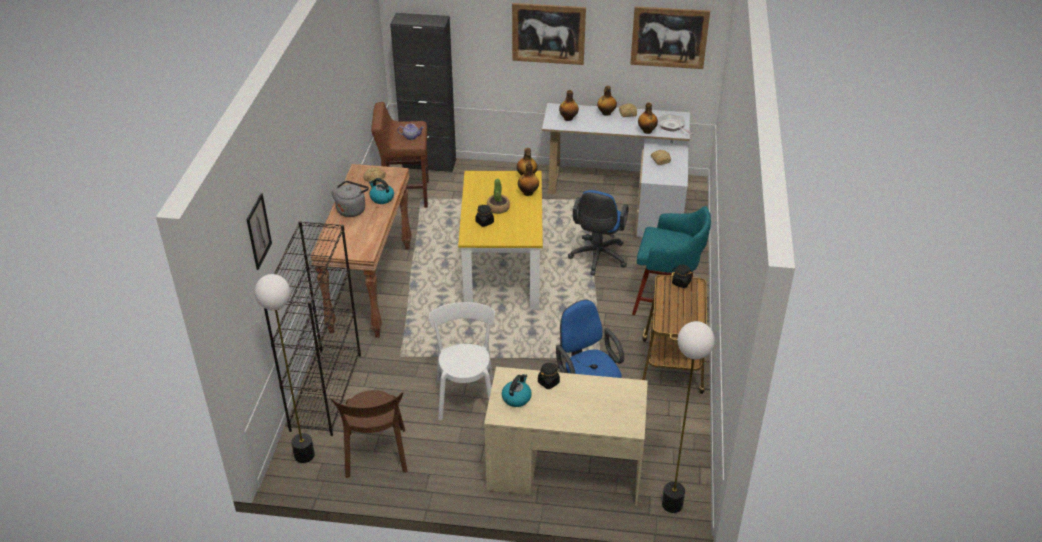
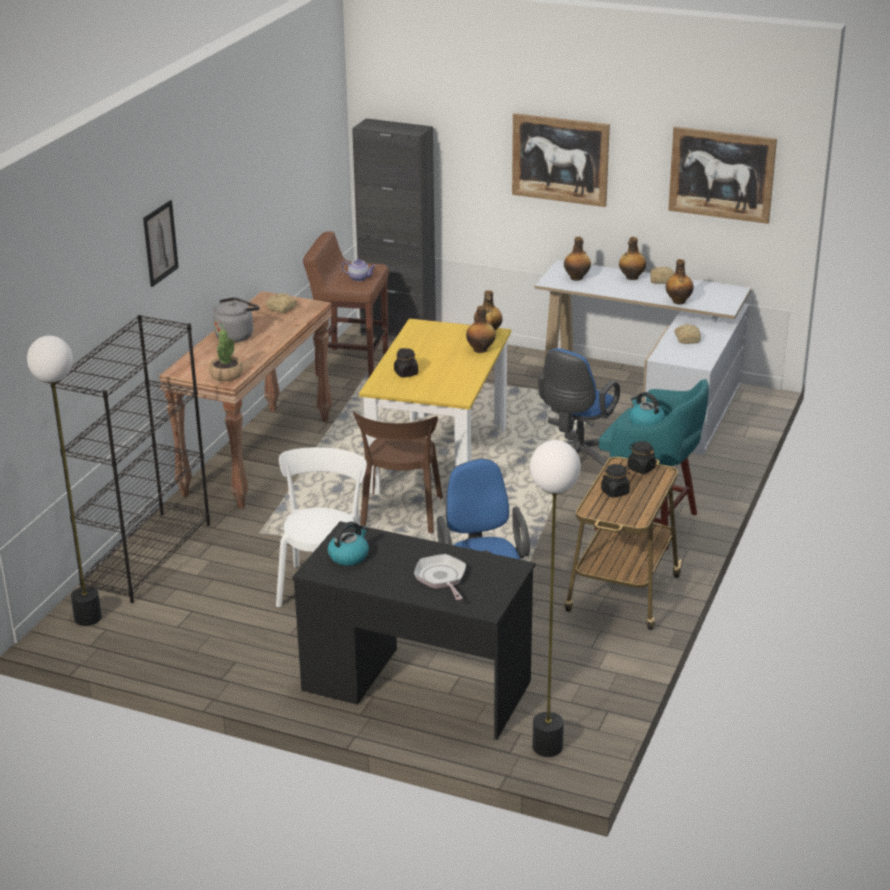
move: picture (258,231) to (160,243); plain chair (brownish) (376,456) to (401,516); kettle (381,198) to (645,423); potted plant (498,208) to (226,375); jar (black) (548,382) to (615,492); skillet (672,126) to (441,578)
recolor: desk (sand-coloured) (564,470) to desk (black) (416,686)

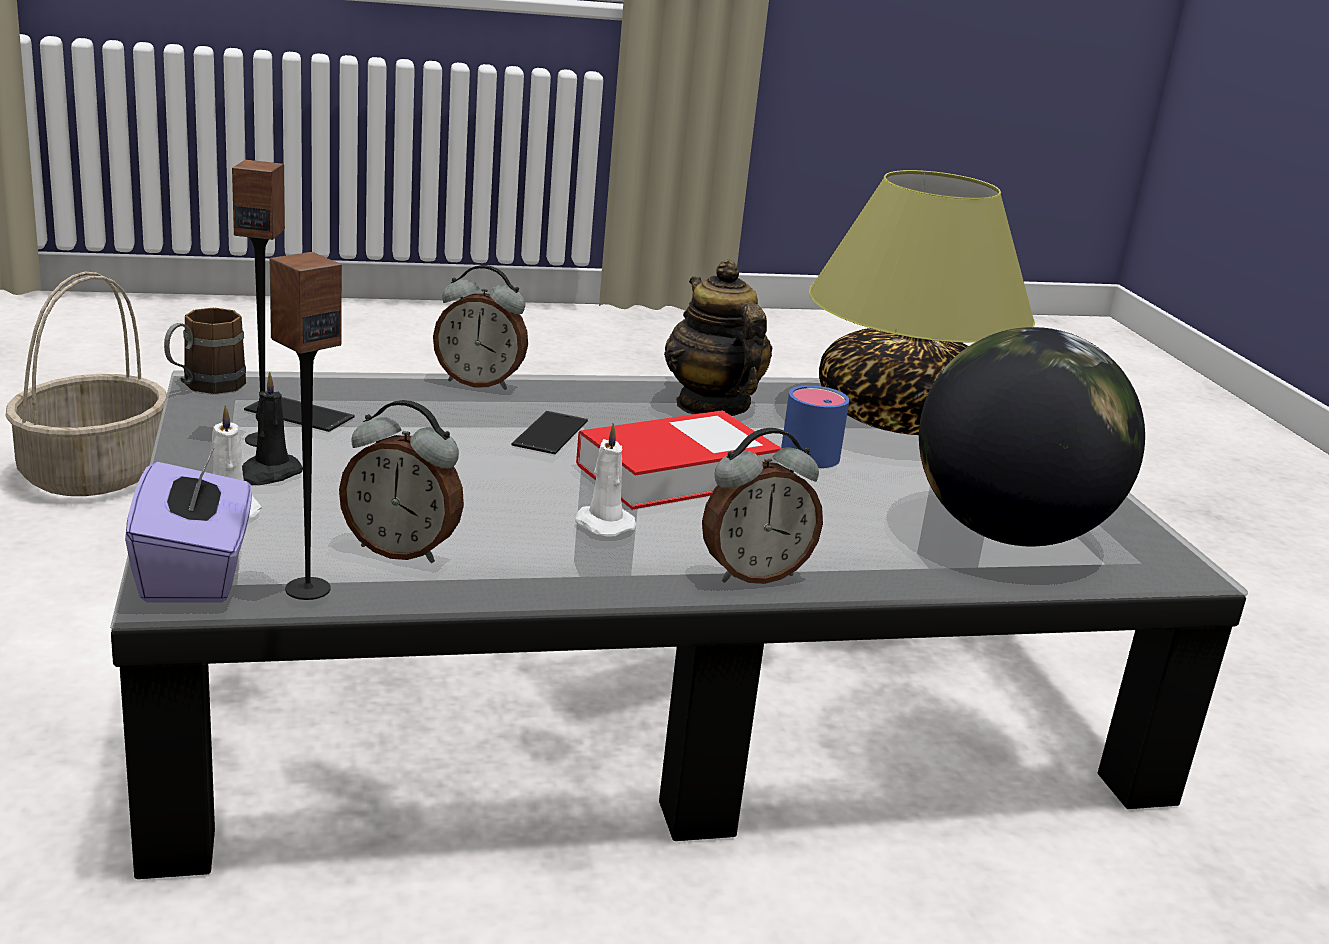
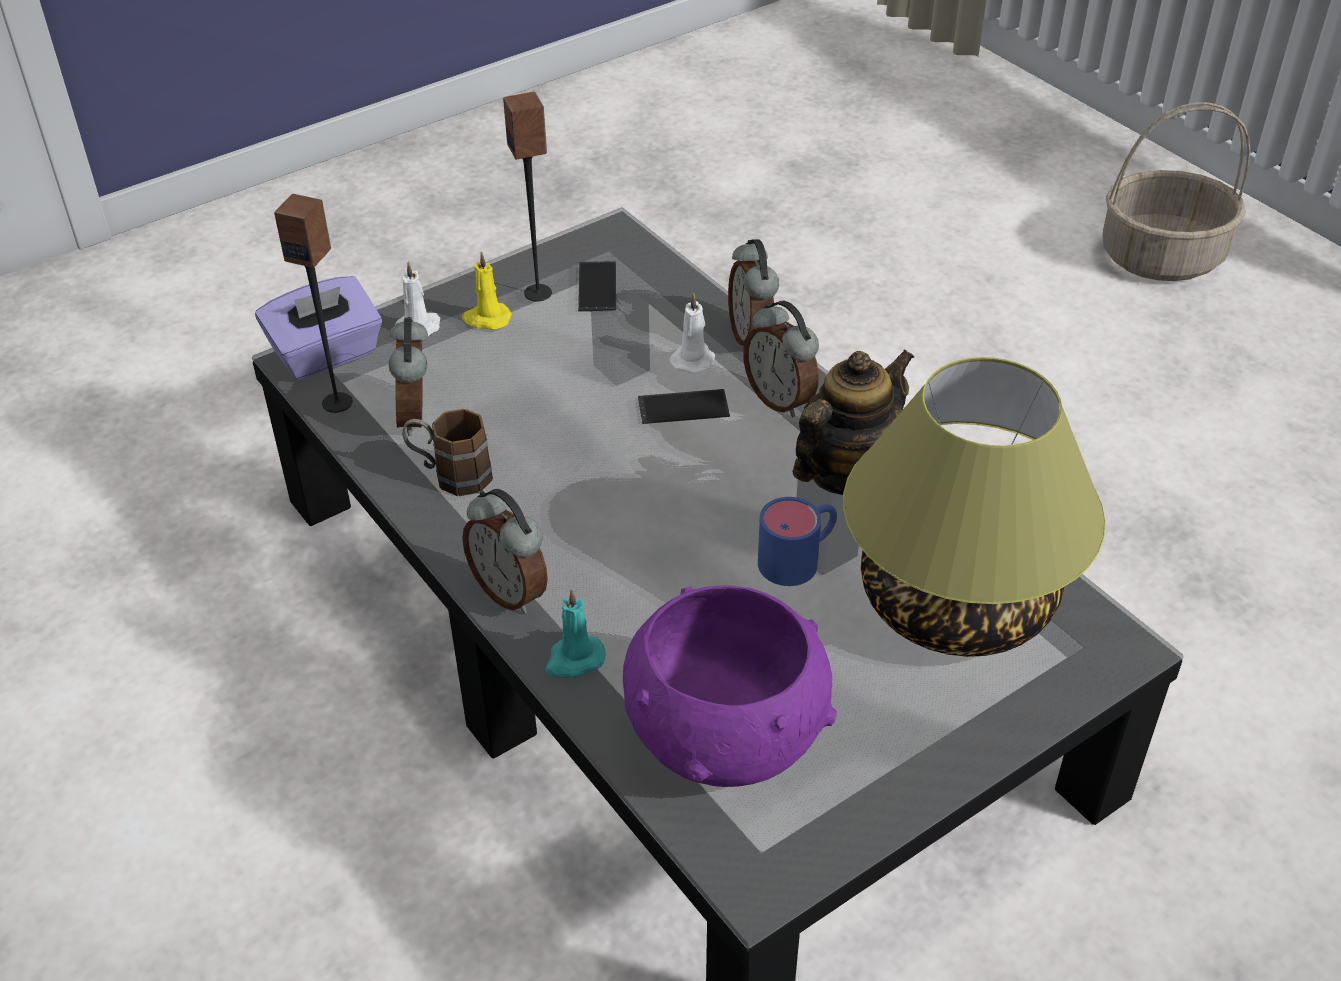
delete: volume (676,474)
insert: wax candle (blue-green) (574,660); bedside clock (781,399)
move: storage basket (93,473) to (1162,257); coffee mug (brownish) (204,387) to (450,475); wax candle (whitish) (602,524) to (694,359)
replace: desk globe (1008,534) to serving bowl (purple-coloured) (725,735)
recolor: wax candle (black) (269,474) to wax candle (yellow-coloured) (486,319)

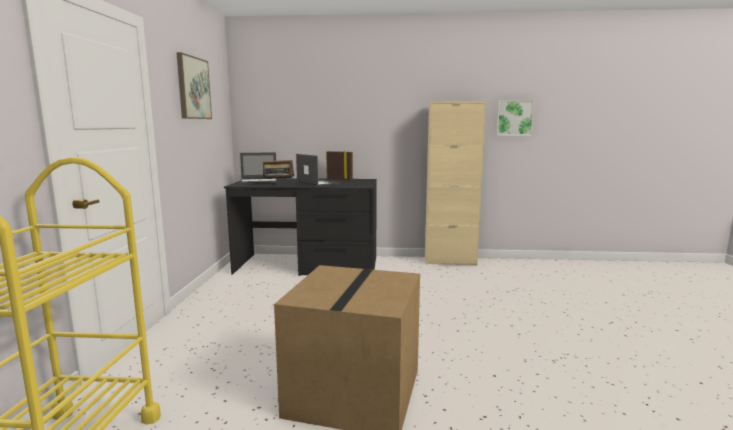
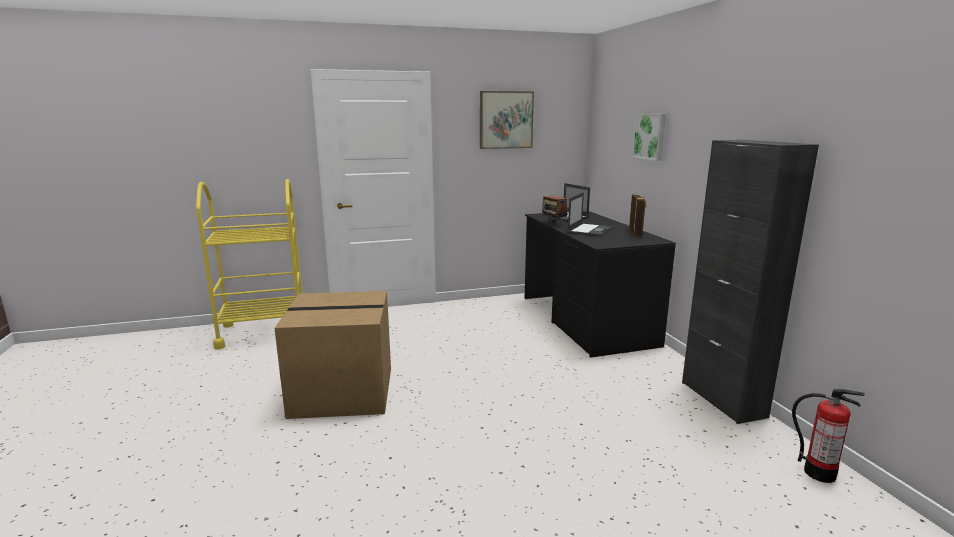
insert: fire extinguisher (819,473)
move: picture (514,118) to (650,136)
recolor: cupboard (sand-coloured) (450,261) to cupboard (black) (722,399)

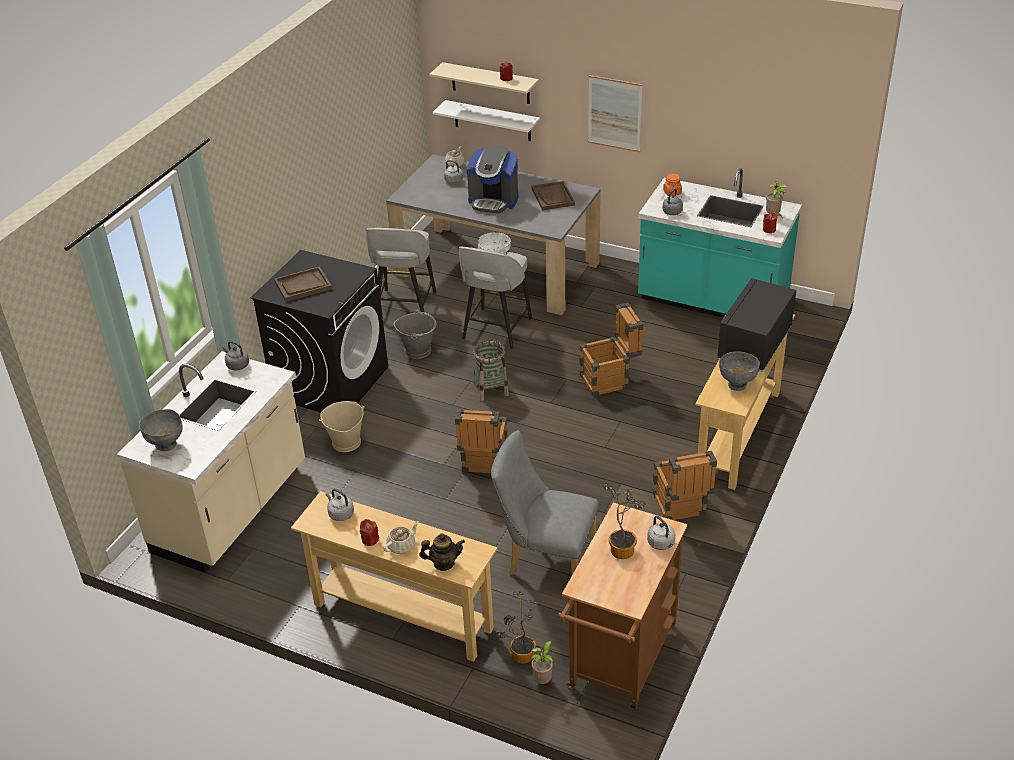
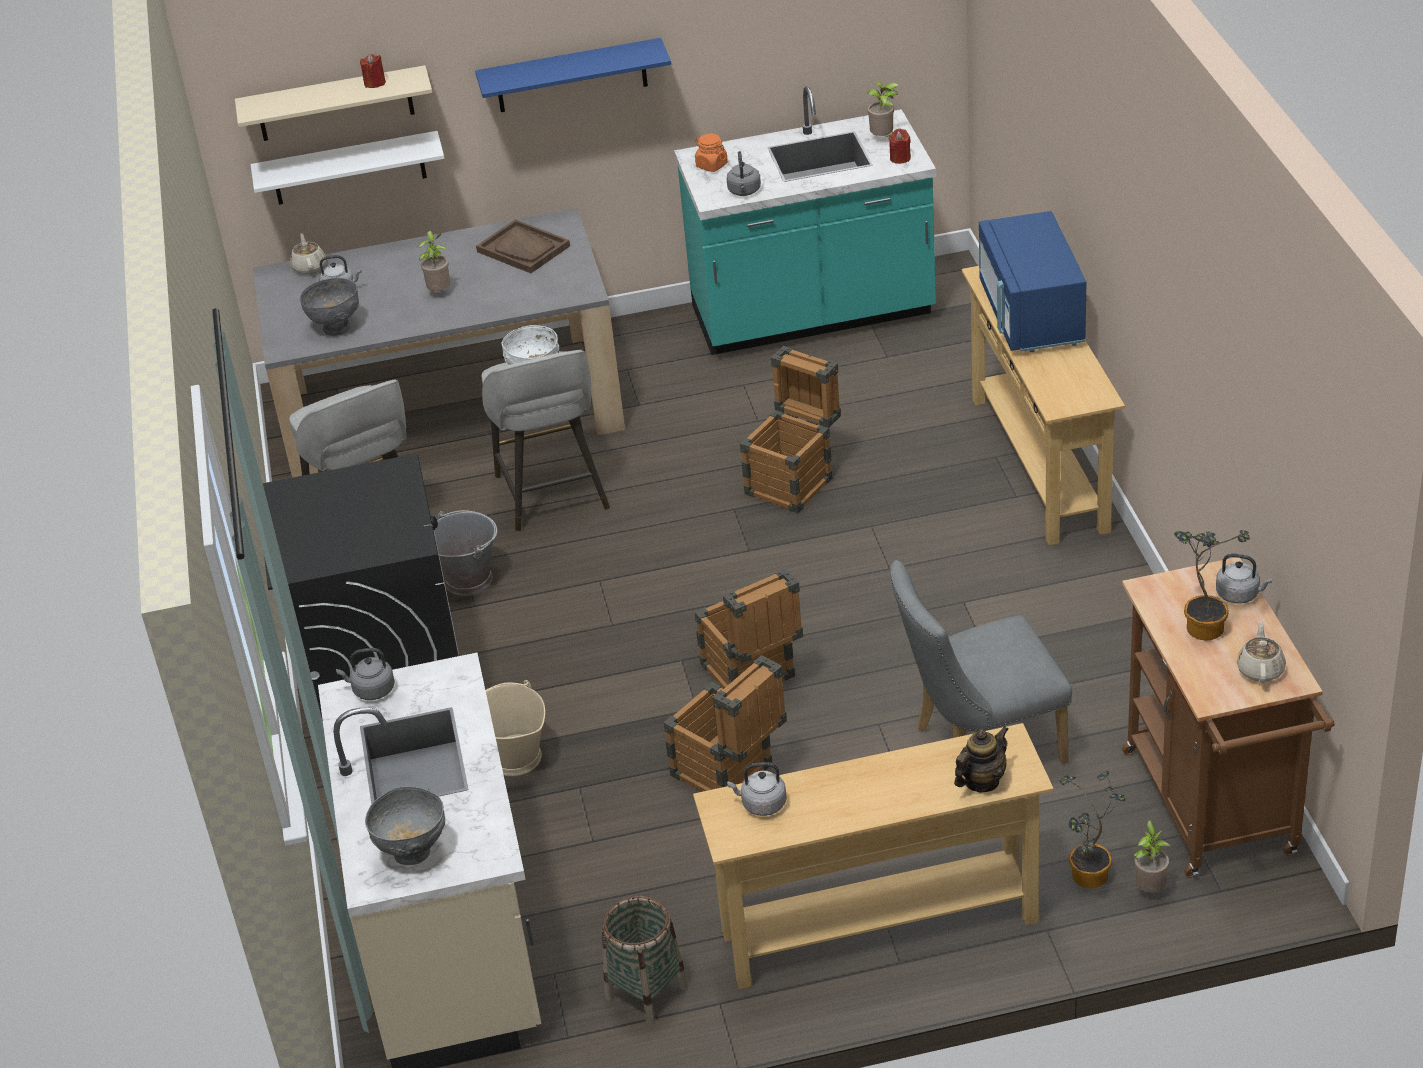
delete: serving tray (brownish) (303,286); wax candle (reddish) (370,540)
move: teapot (sand-coloured) (402,546) to (1260,669); storage basket (491,389) to (647,992); crate (681,509) to (730,775); serving bowl (greyish) (737,384) to (336,327)
replace: coffee maker (493,201) to potted plant (440,292); picture (614,113) to bracket shelf (blue) (571,76)
recolor: microwave (black) (754,345) to microwave (blue) (1031,316)

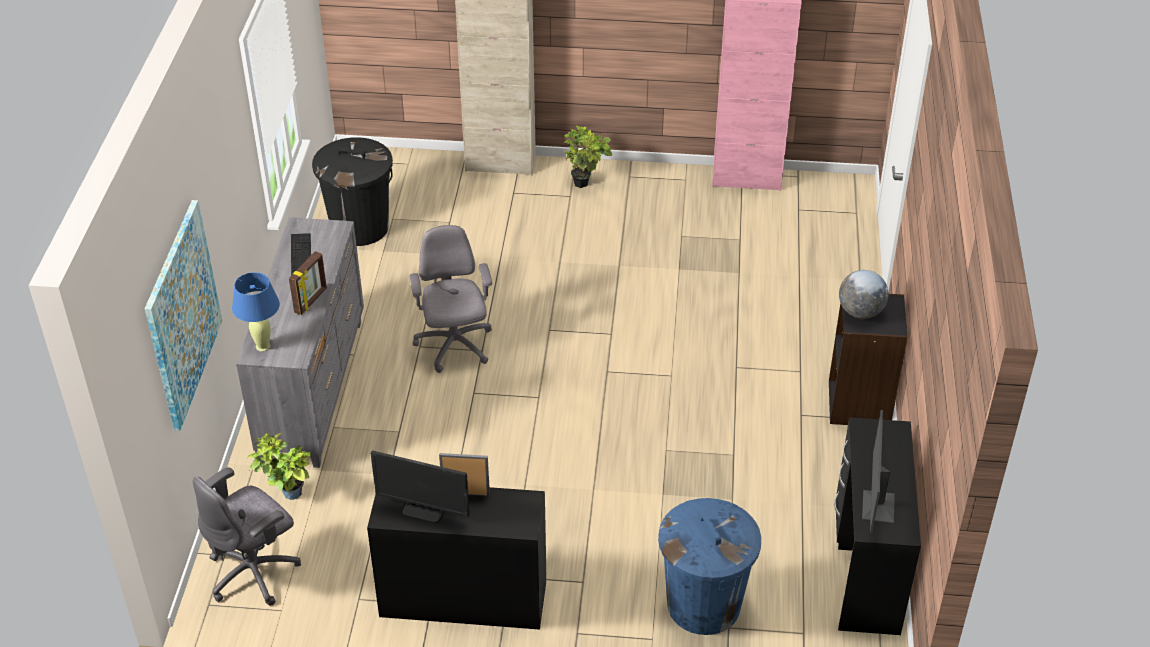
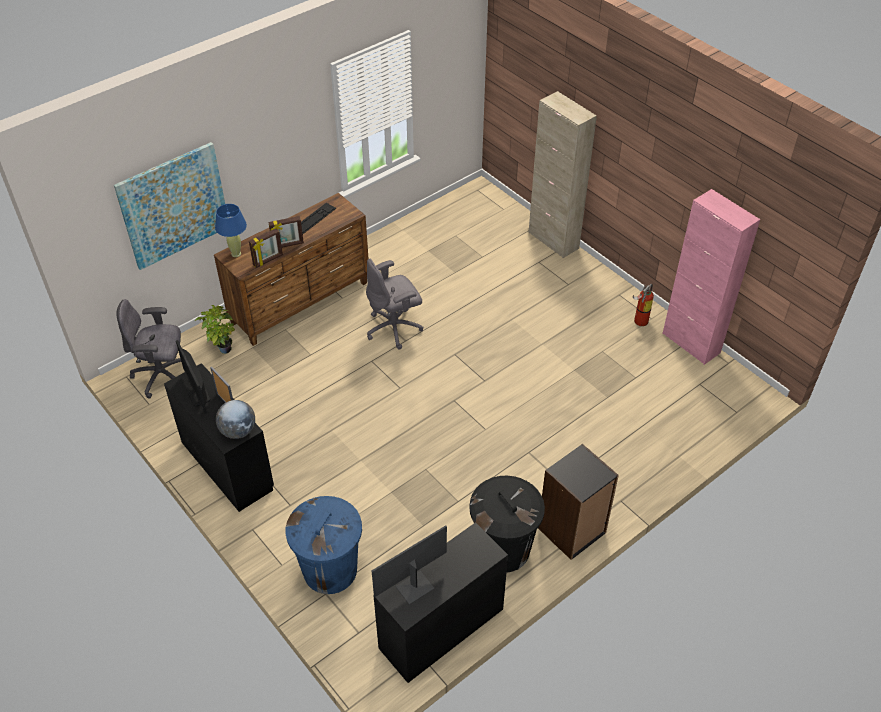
delete: potted plant (585,184)
insert: picture frame (268,260); fire extinguisher (639,322)
move: waste bin (black) (359,227) to (503,549); desk globe (860,312) to (238,431)
recolor: chest of drawers (greyish) (314,389) to chest of drawers (brownish) (301,303)
rotate: computer chair (greyish) (454,346) = (394,328) 150 degrees counterclockwise

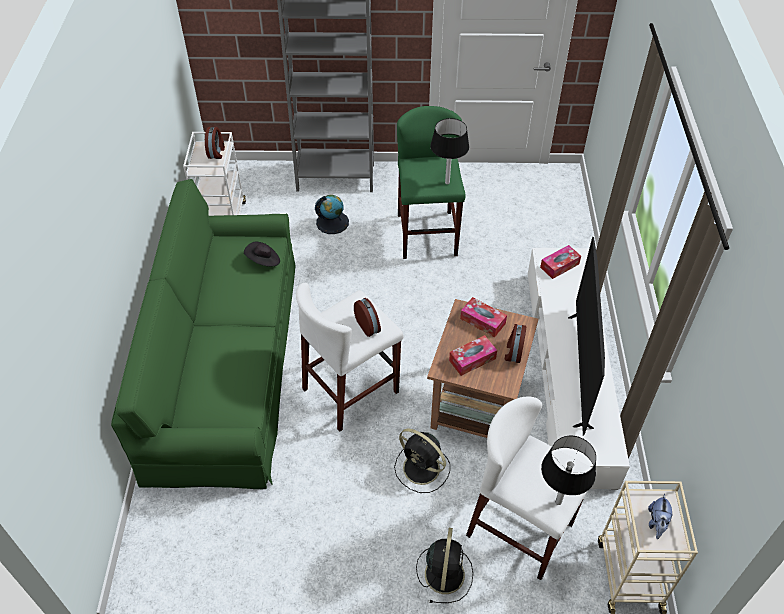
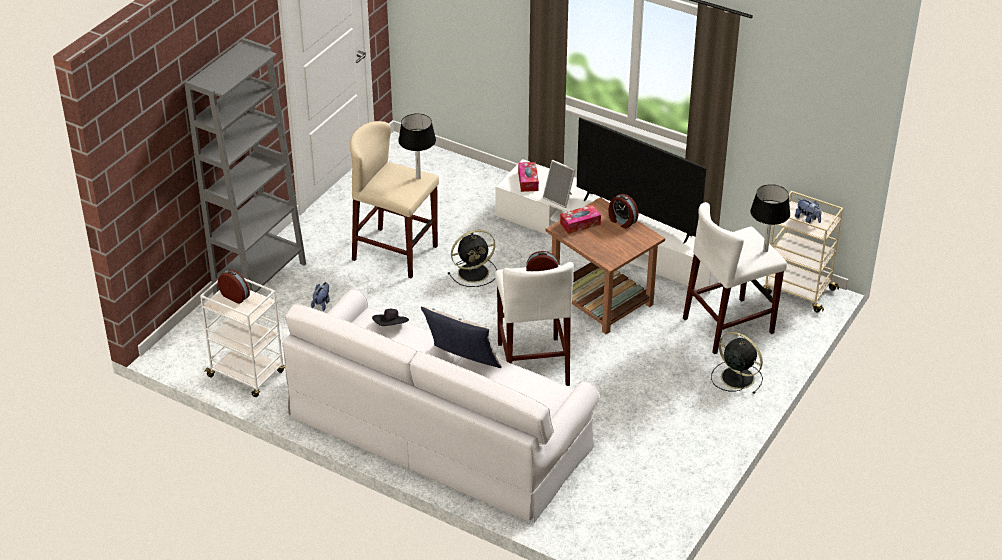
delete: tissue box (472,359)
insert: pillow (462,363); picture frame (560,198)
move: electric fan (black) (423,469) to (474,272)
replace: desk globe (332,222) to cuddly toy (322,303)
recolor: sofa (green) (225,364) to sofa (whitish) (439,430); sitting stool (green) (427,235) to sitting stool (sand-coloured) (395,253)

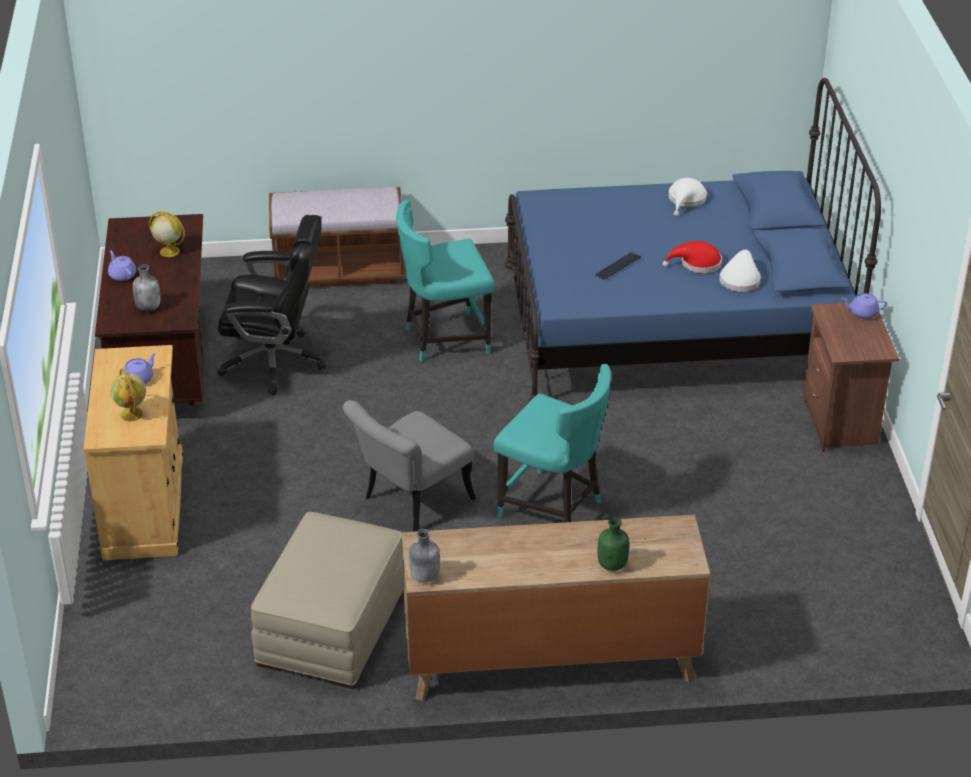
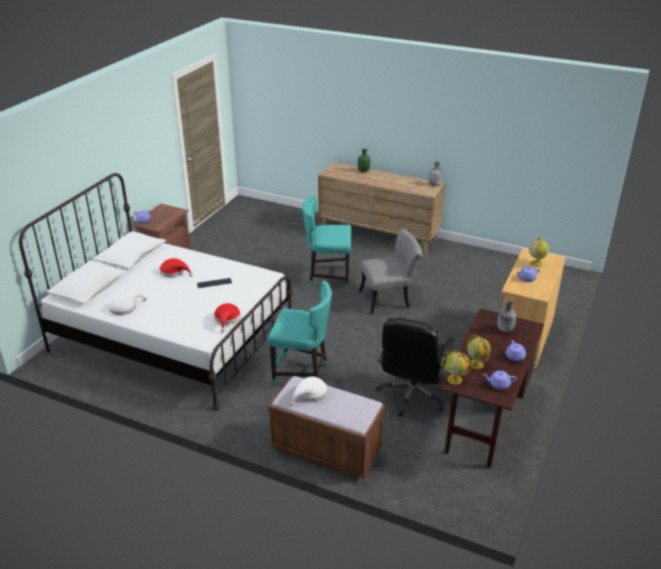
delete: footrest (sand-coloured) (332,626)
insert: hat (reddish) (227,319); desk globe (455,379); teapot (purple-coloured) (498,384)
move: hat (whitish) (739,279) to (310,394)
recolor: bed (blue) (674,324) to bed (whitish) (172,336)
rotate: computer chair (black) (275,362) = (412,395) 105 degrees counterclockwise; plain chair (blue-green) (553,507) = (328,277) 60 degrees counterclockwise

